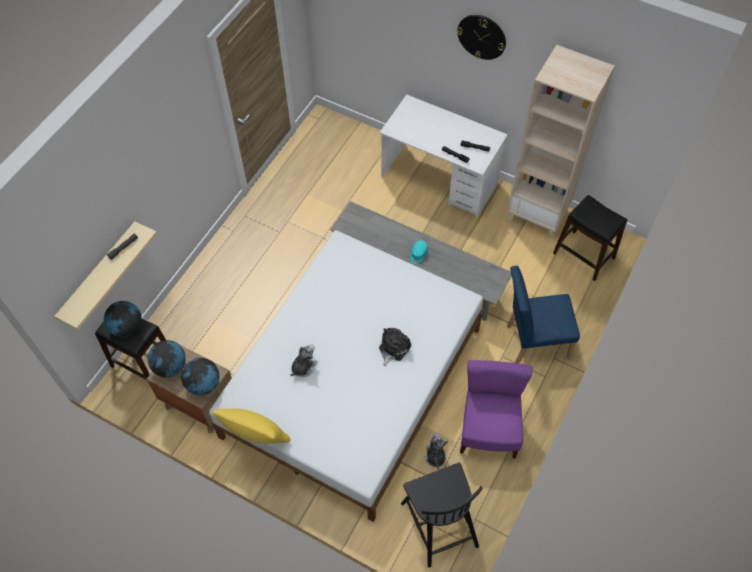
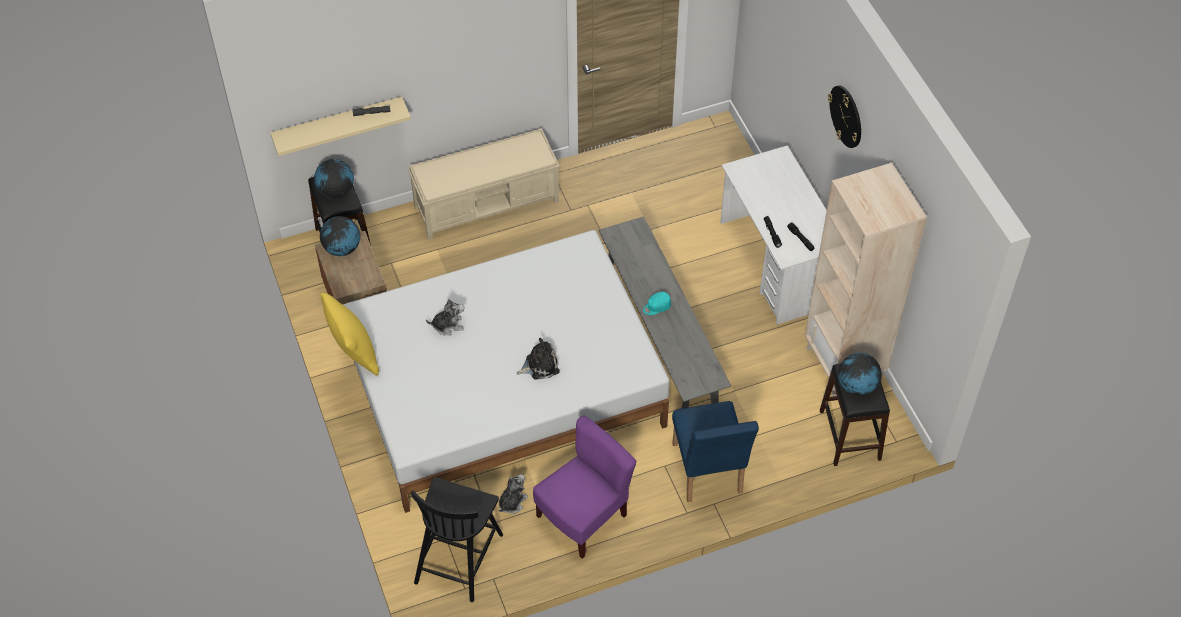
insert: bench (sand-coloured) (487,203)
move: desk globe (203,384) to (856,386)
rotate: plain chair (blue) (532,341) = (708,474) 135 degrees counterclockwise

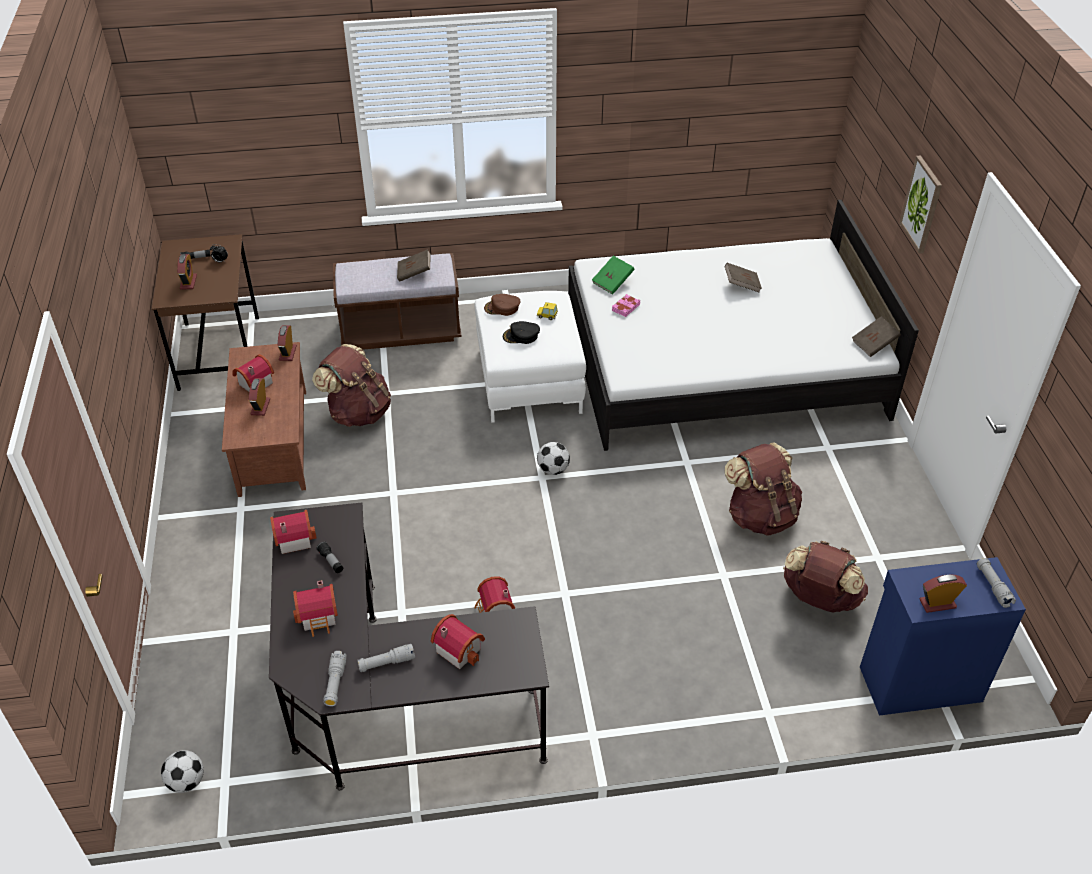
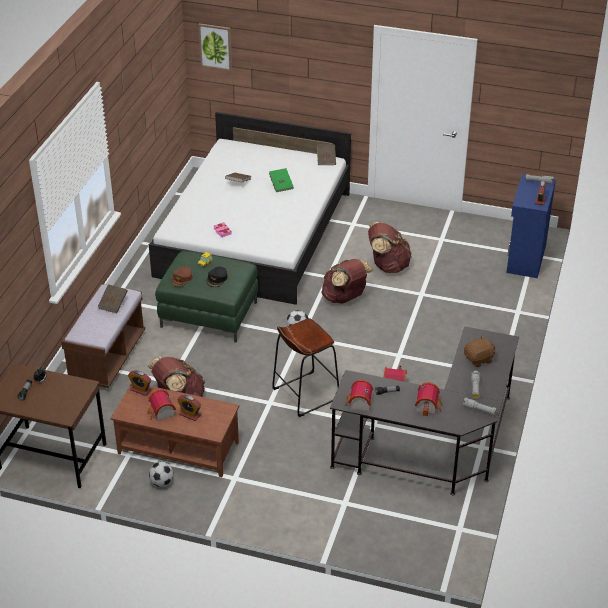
delete: bedside clock (188,282)
insert: sitting stool (brownish) (305,394)
move: football ball (186,782) to (162,483); volume (green) (612,282) to (281,185); backpack (brownish) (819,599) to (345,298); picture (922,204) to (215,46)
replace: miniature house (459,648) to cuddly toy (brownish) (479,359)
recolor: footrest (whitish) (529,381) to footrest (green) (209,314)

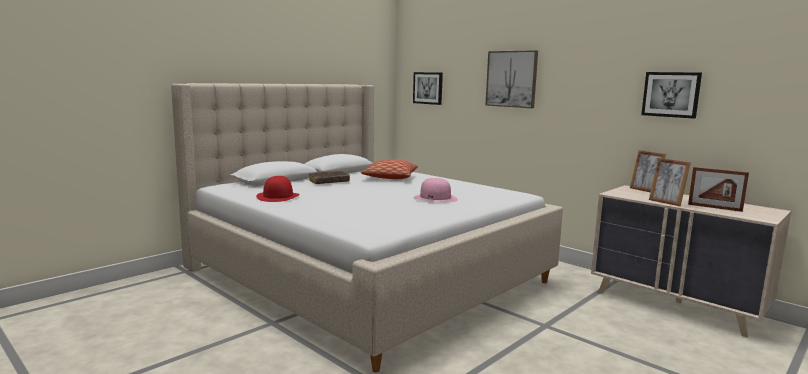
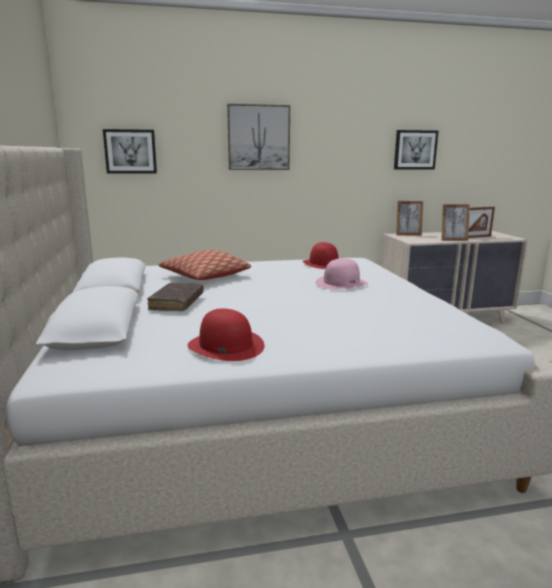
insert: hat (reddish) (324,263)

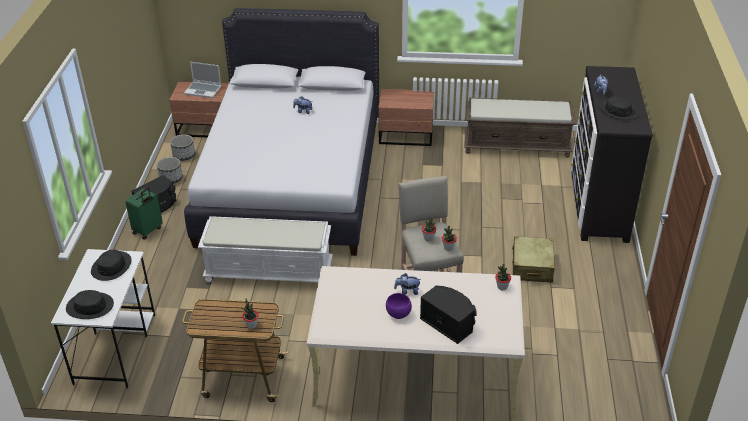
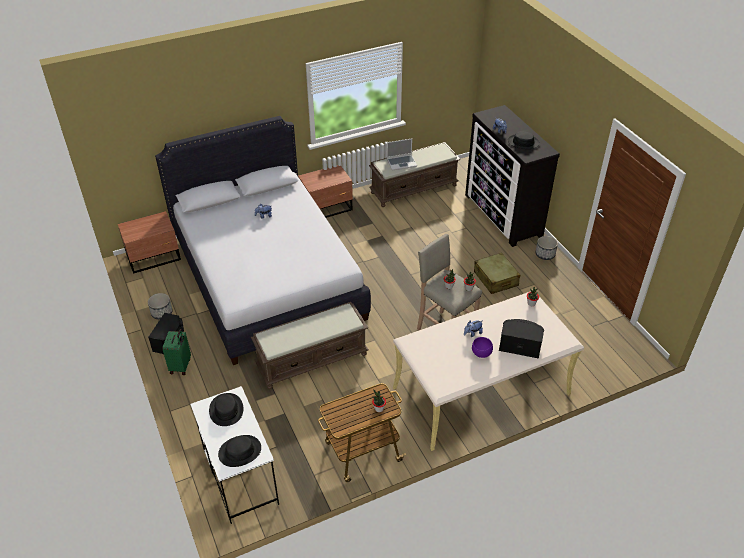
move: planter (184,155) to (545,254); laptop (203,90) to (402,163)
recolor: bench (whitish) (270,271) to bench (brownish) (312,359)

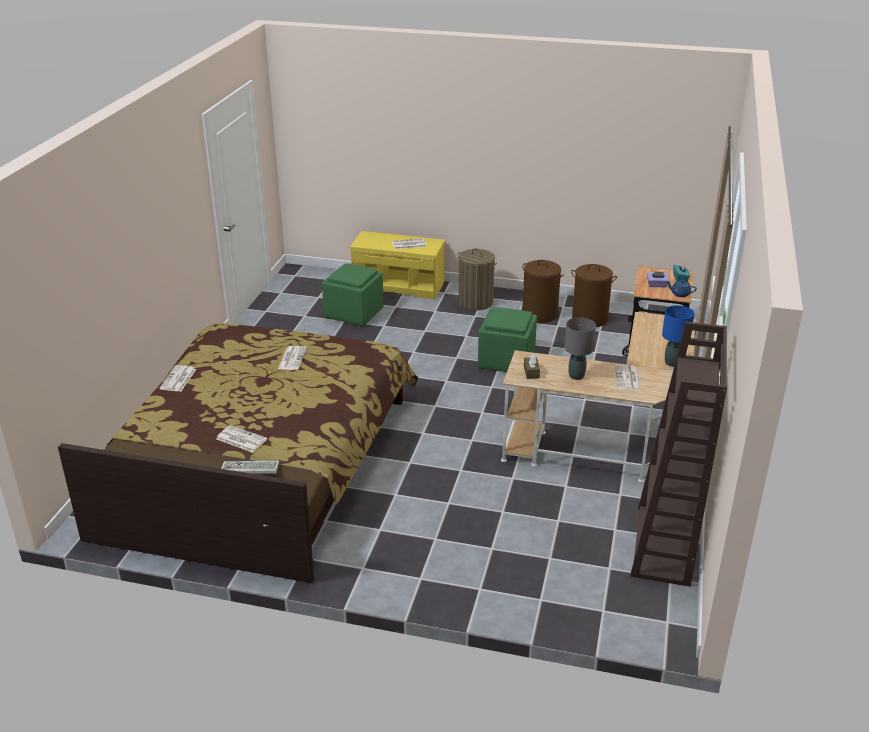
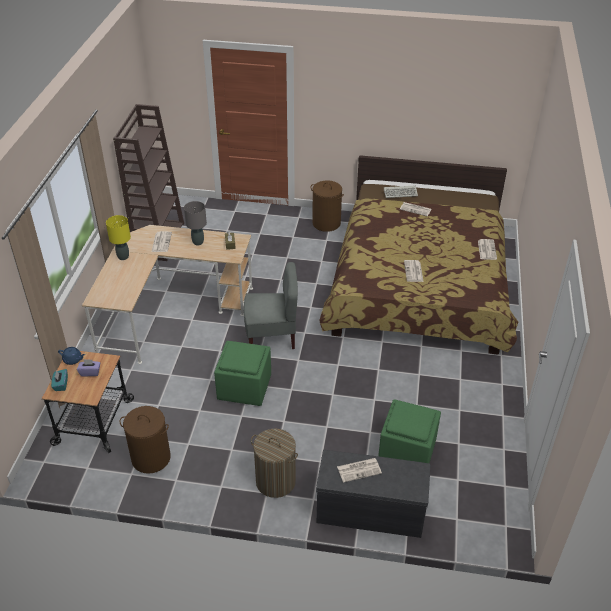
insert: plain chair (greyish) (272,336)
move: hamper (brownish) (540,314) to (326,223)
recolor: bench (yellow-coloured) (399,285) to bench (greyish) (369,511); table lamp (blue) (672,363) to table lamp (yellow-coloured) (123,257)

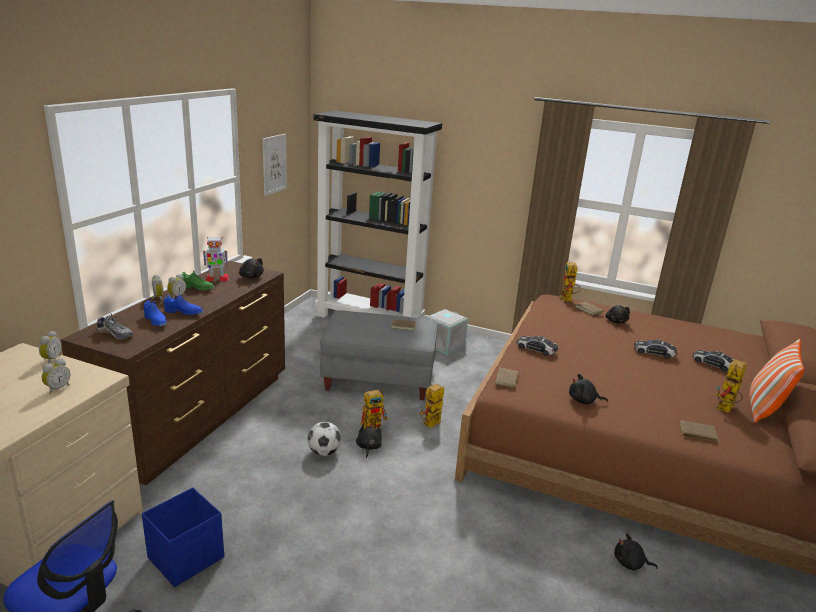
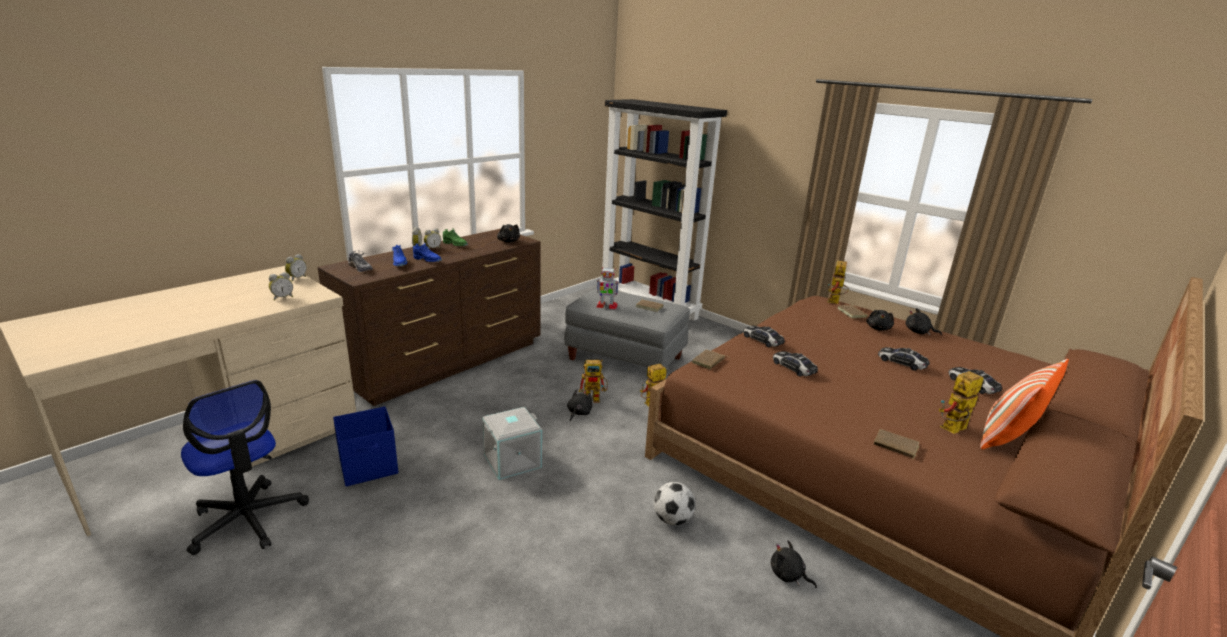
delete: picture (274,164)
insert: miniature car (793,368)
move: robot figure (216,278) to (606,306); football ball (324,452) to (672,519); storage bin (greyish) (445,345) to (512,461); cuddly toy (black) (583,401) to (918,332)

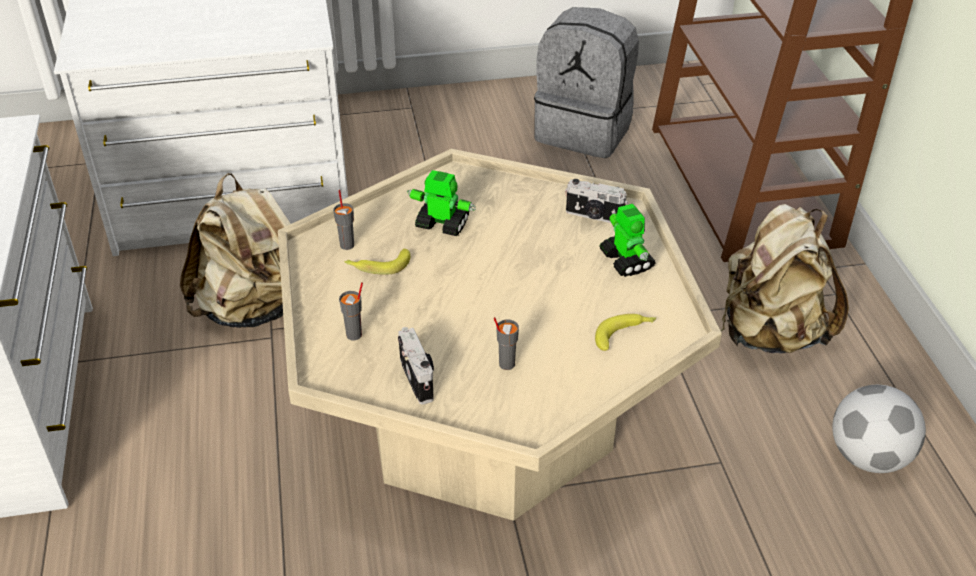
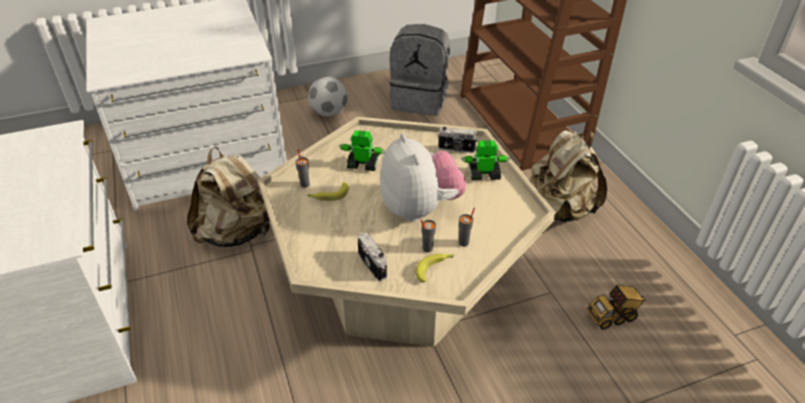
insert: cuddly toy (420,208); toy lorry (612,316)
move: cup (greyish) (354,335) to (464,243); whole banana (625,334) to (435,268); football ball (868,456) to (329,113)
rotate: robot figure (626,260) = (483,174) 60 degrees counterclockwise

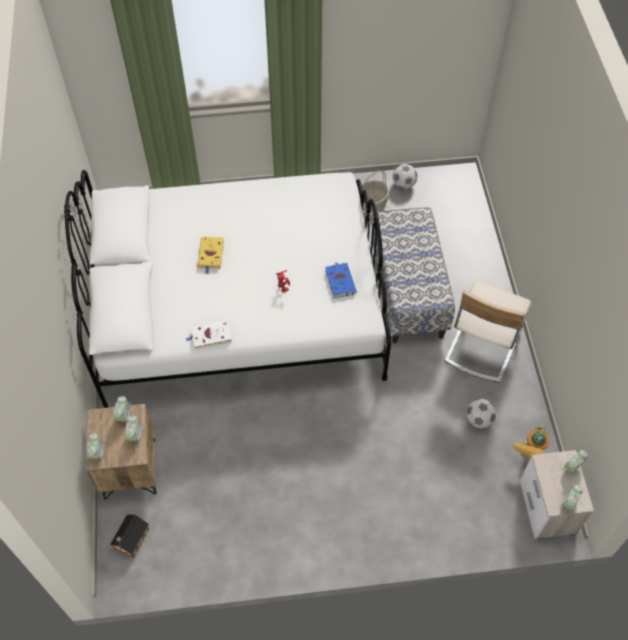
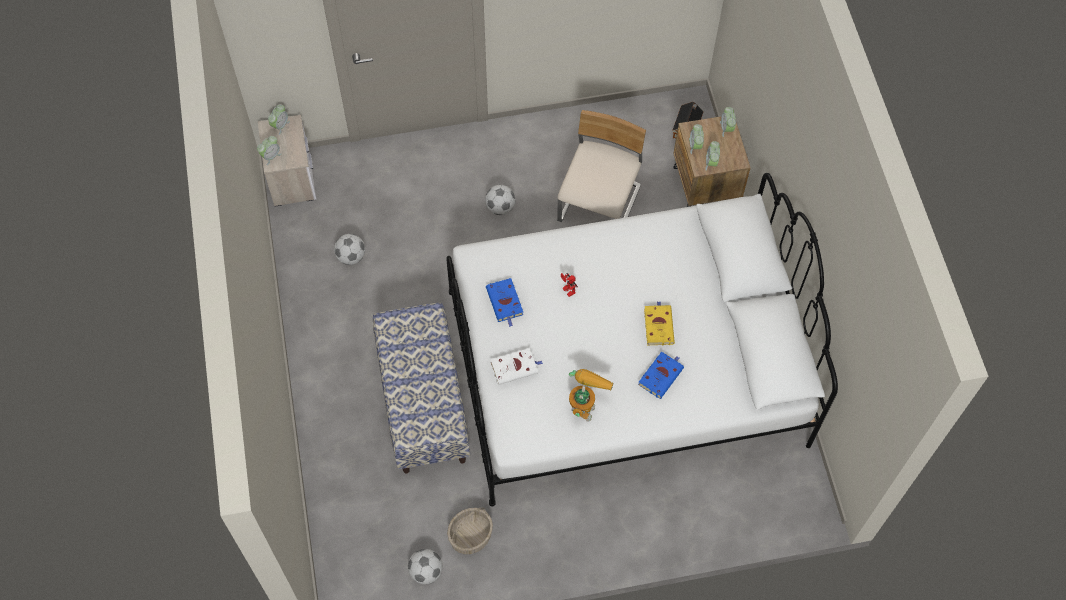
insert: football ball (500,207); volume (blue) (661,375)
move: volume (whitish) (210,336) to (515,367); plain chair (sand-coloured) (482,346) to (600,205); robot figure (529,456) to (585,403)

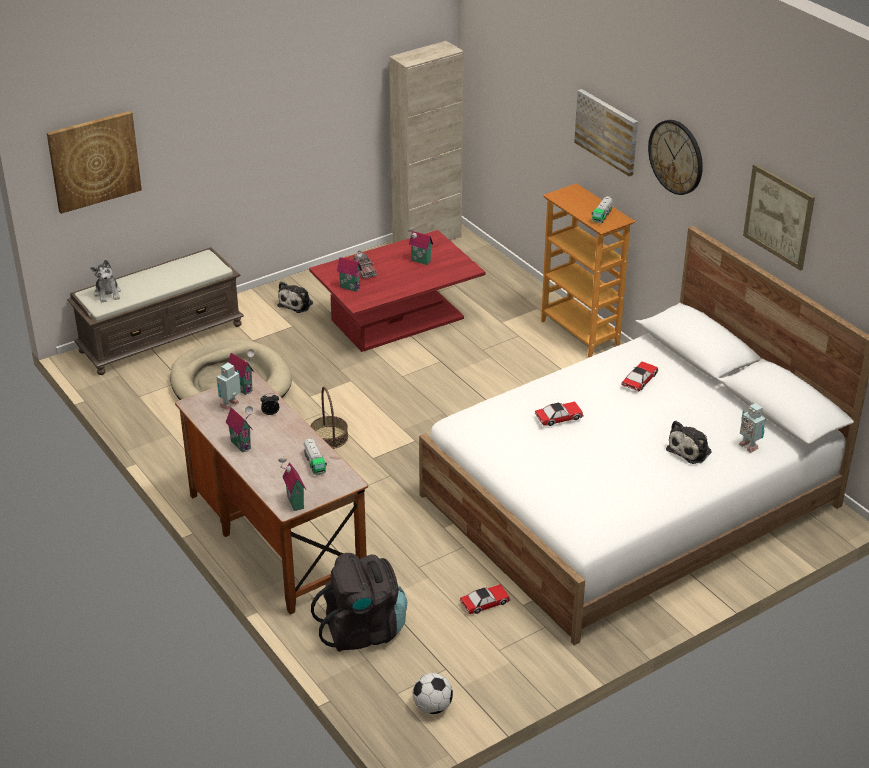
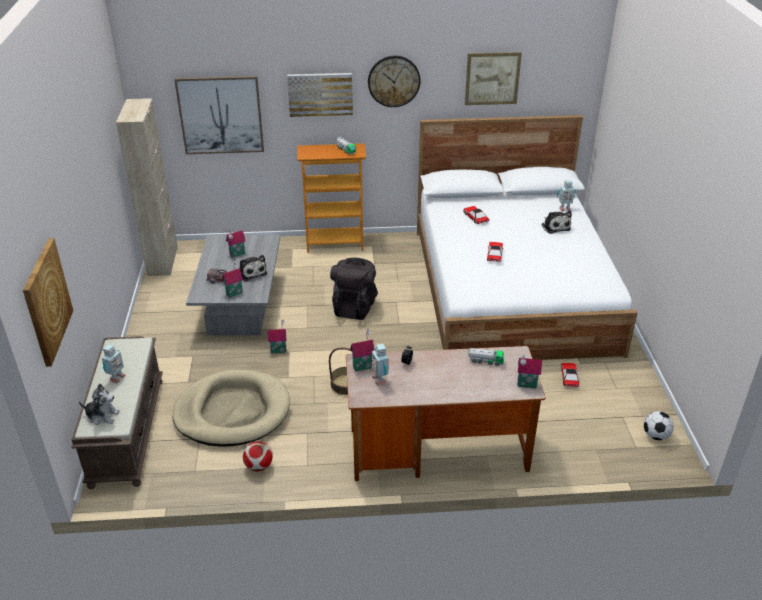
insert: robot figure (116,378); picture (220,115); football ball (258,466)
move: miniature house (242,444) to (278,350); cuddly toy (297,303) to (251,272); backpack (black) (363,630) to (354,307)
recolor: low table (reddish) (398,319) to low table (greyish) (240,306)

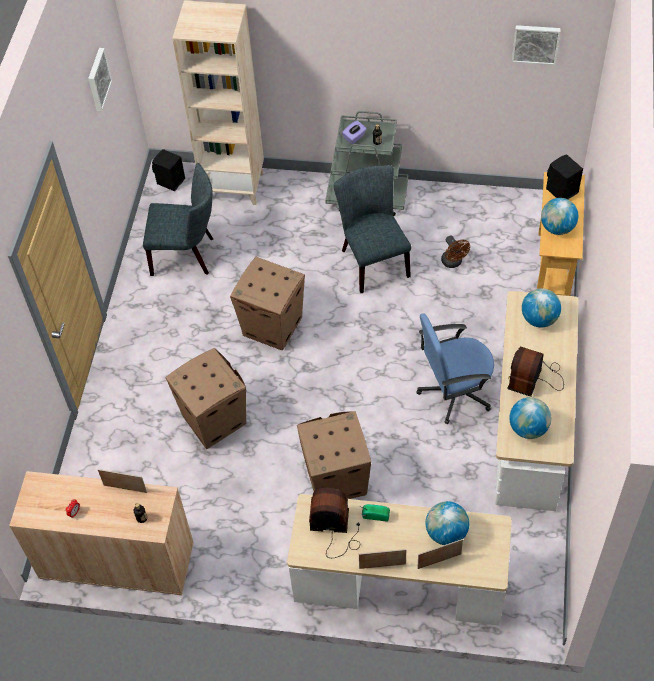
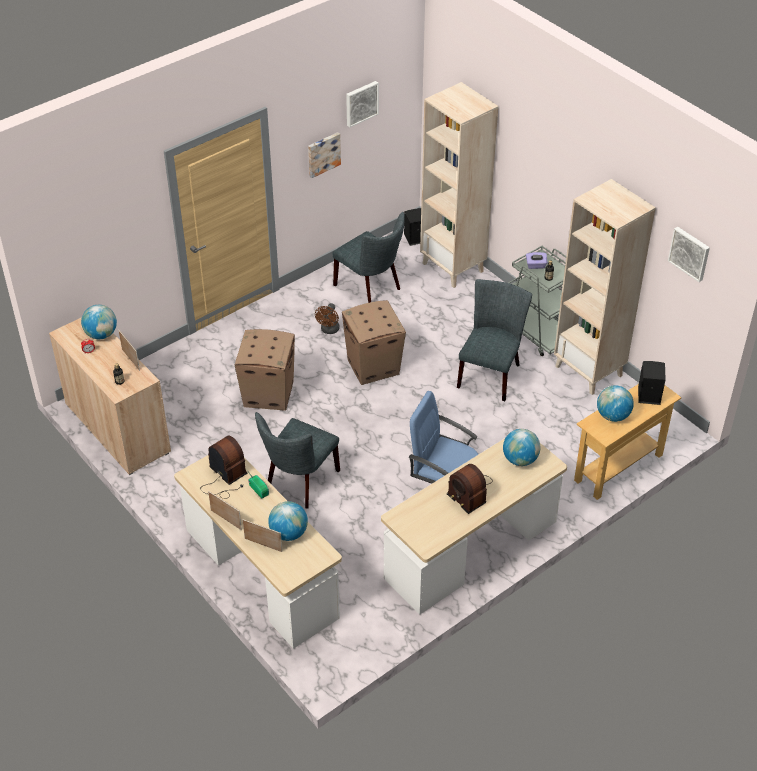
insert: picture (323,154); bookshelf (sand-coloured) (589,371)
move: electric fan (brownish) (453,263) to (329,330); desk globe (528,428) to (101,334)
replace: cardboard box (335,479) to plain chair (greyish) (299,483)
rotate: radio receiver (535,378) = (468,491) 105 degrees counterclockwise

